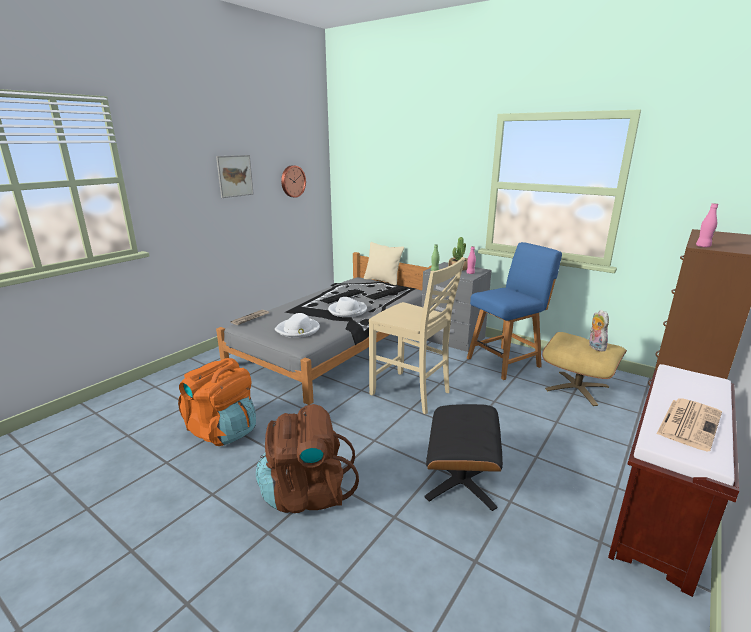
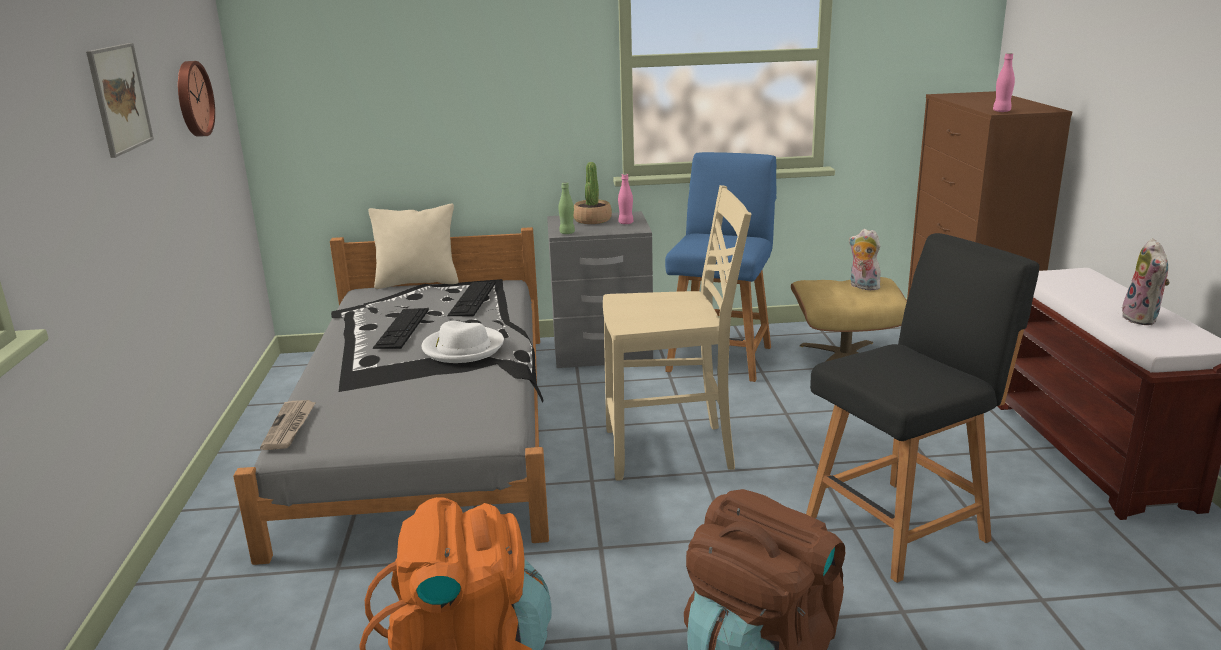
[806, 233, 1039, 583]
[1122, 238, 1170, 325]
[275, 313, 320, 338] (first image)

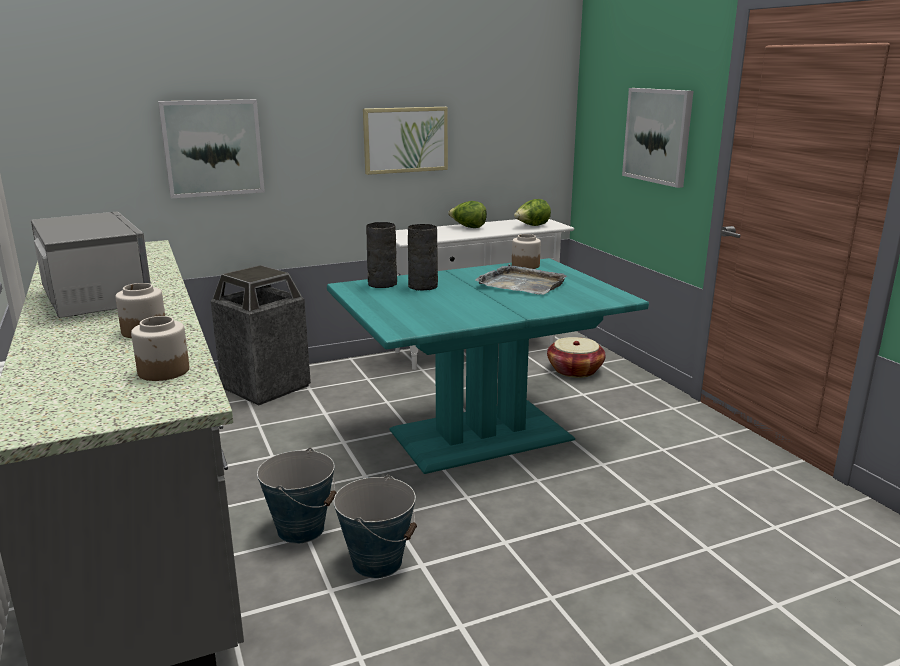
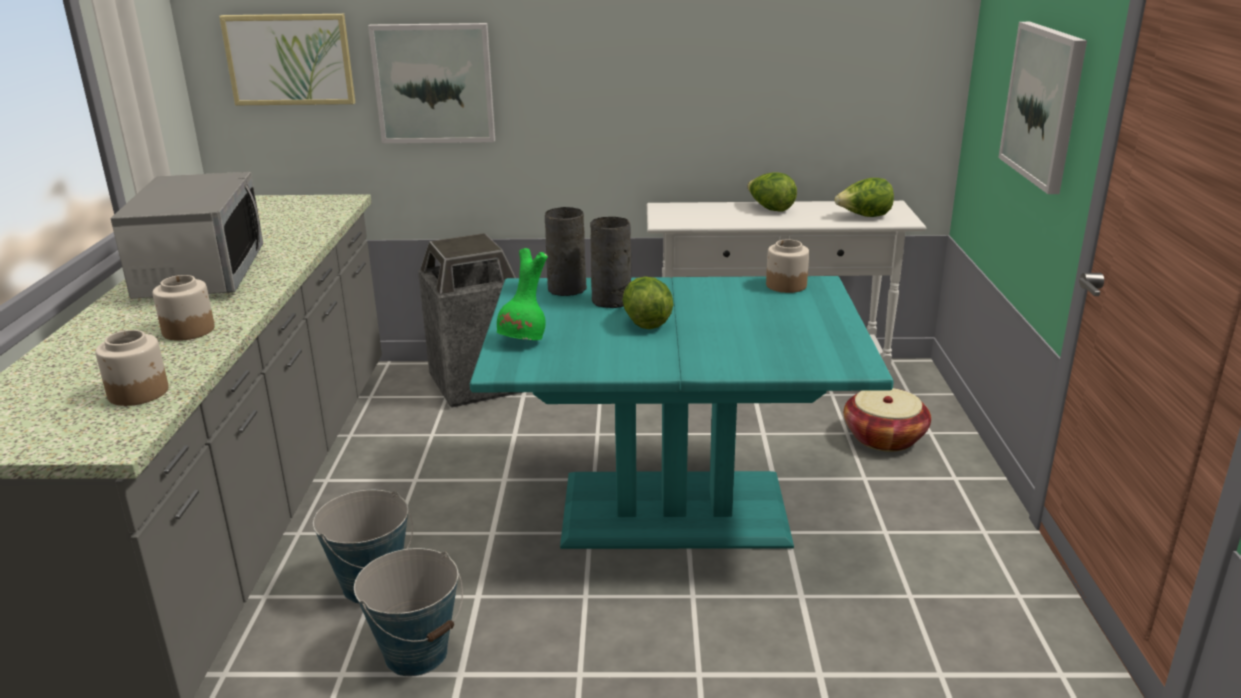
[219, 14, 356, 105]
[497, 248, 548, 340]
[622, 277, 674, 329]
[475, 264, 567, 295] (first image)

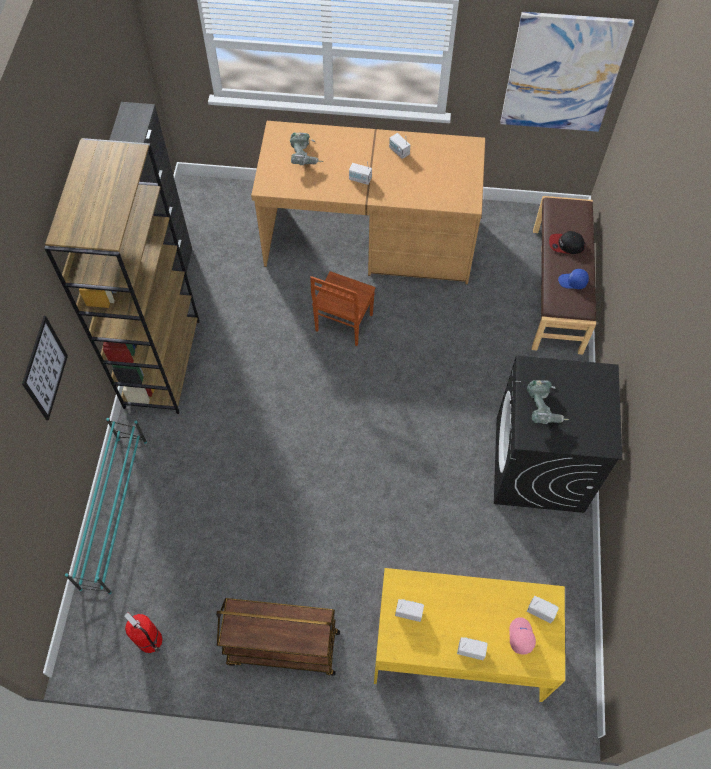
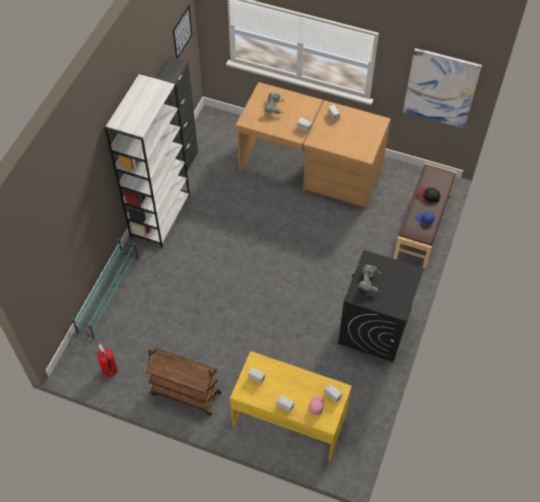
[105, 73, 190, 248]
[173, 5, 192, 58]
[310, 271, 375, 346] (first image)

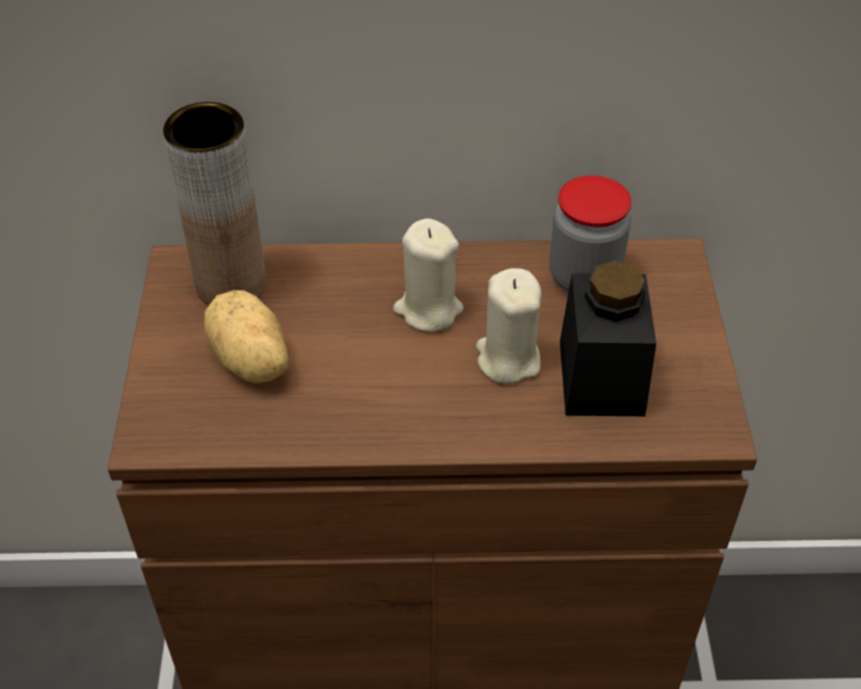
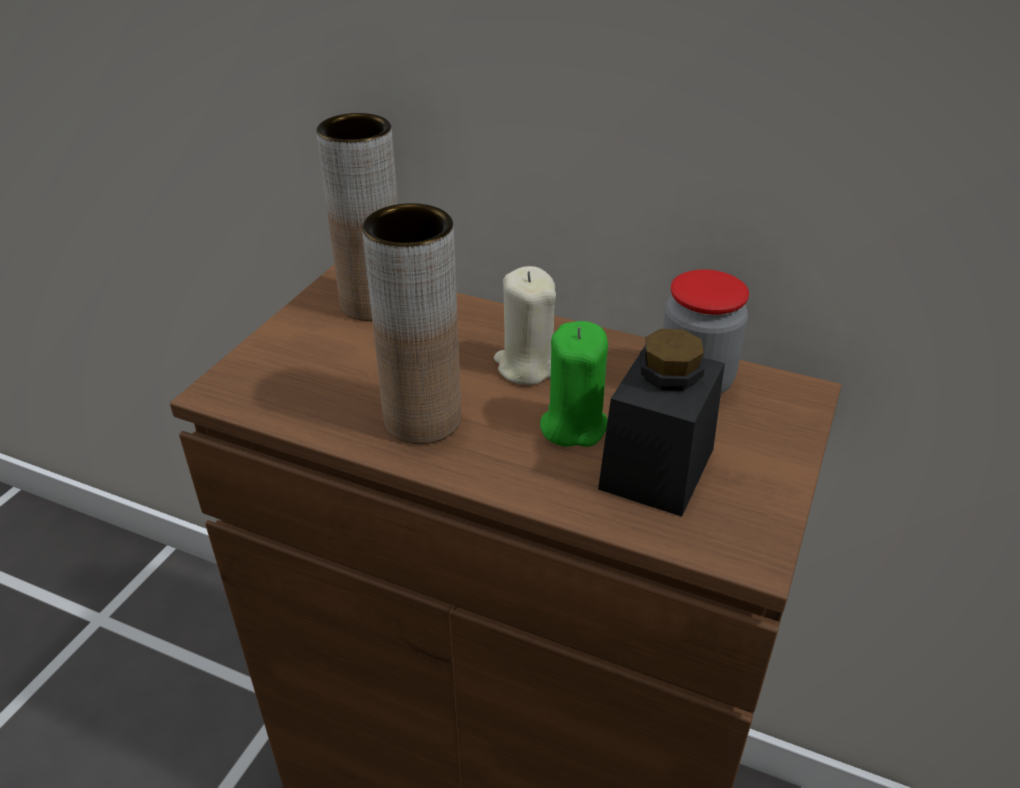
[362, 203, 461, 444]
[540, 321, 608, 447]
[204, 290, 289, 383] (first image)

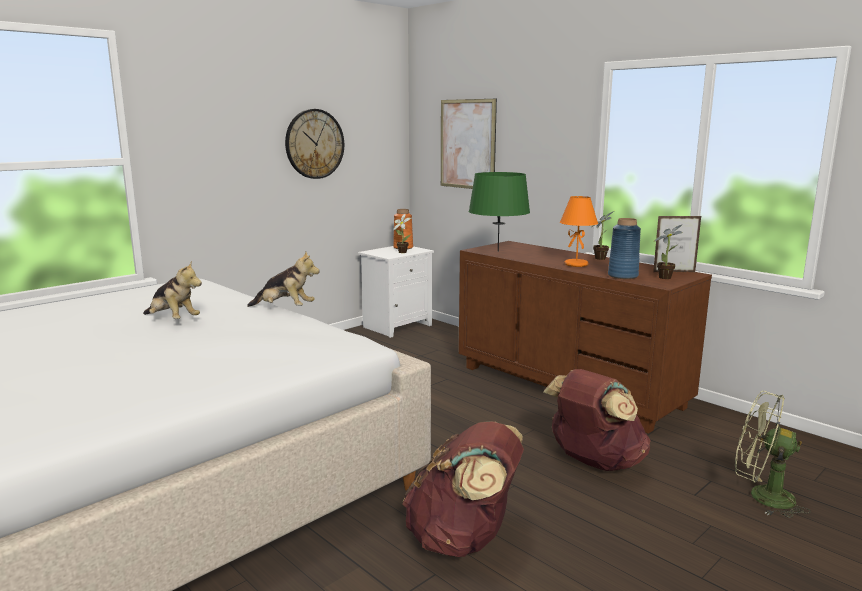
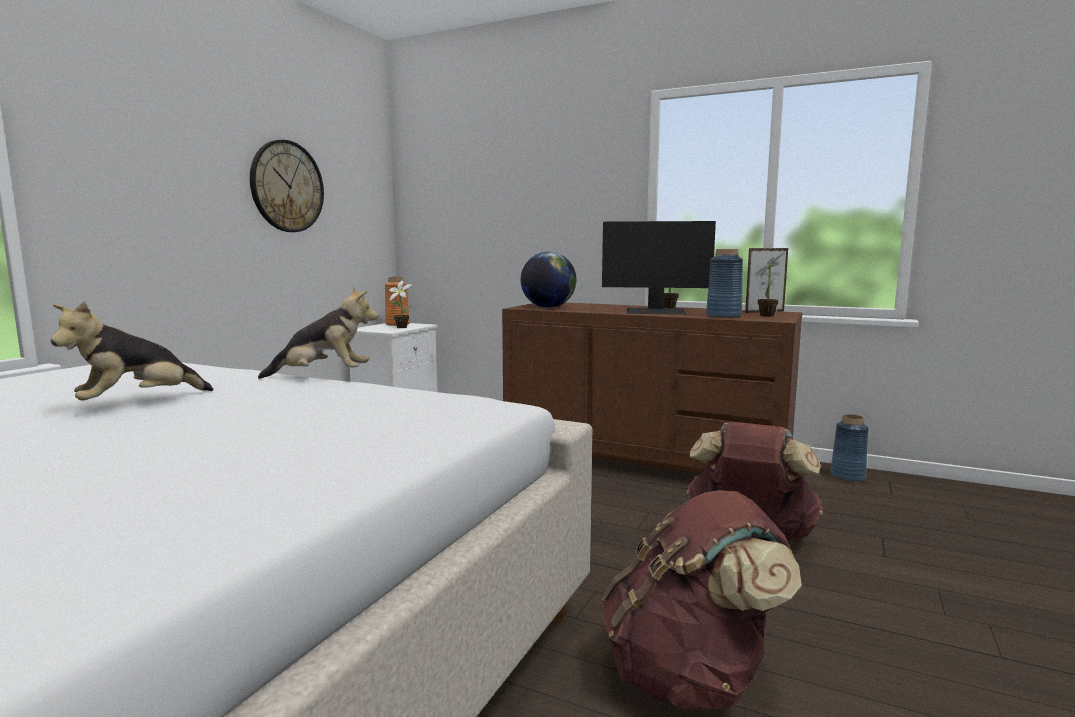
[51, 301, 213, 401]
[521, 252, 576, 308]
[602, 221, 716, 315]
[830, 414, 869, 482]
[441, 99, 497, 189] (first image)
[735, 391, 811, 518] (first image)

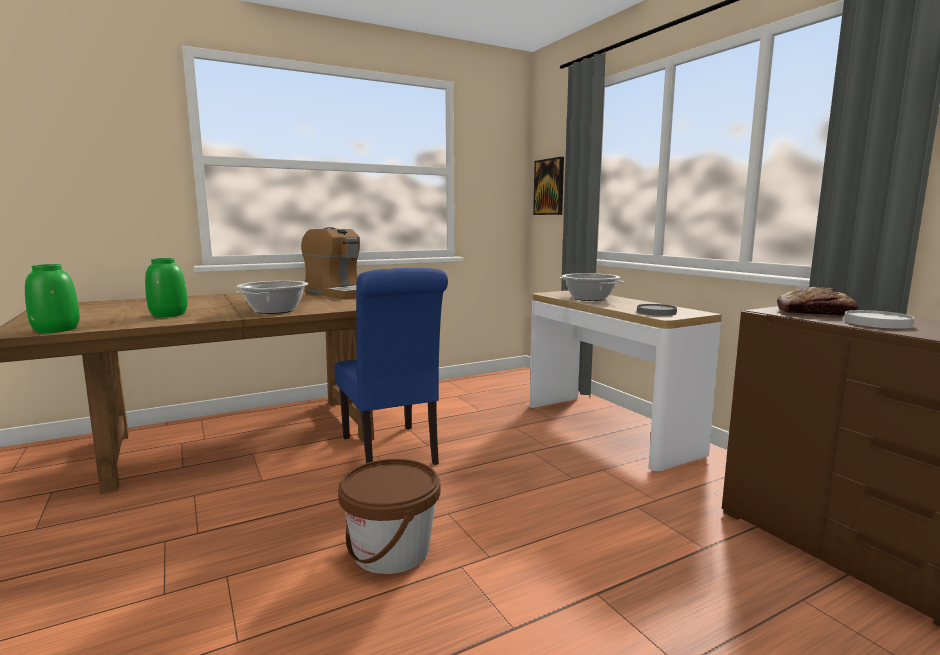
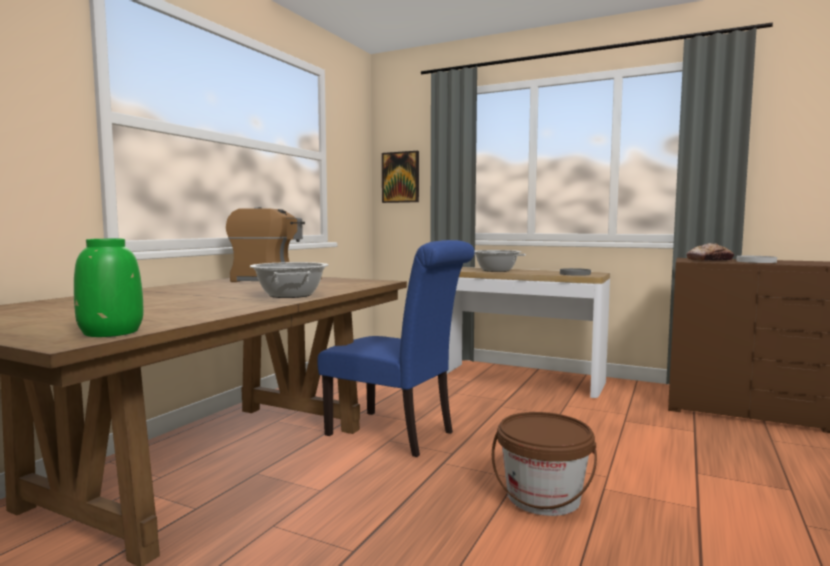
[145, 258, 188, 317] (first image)

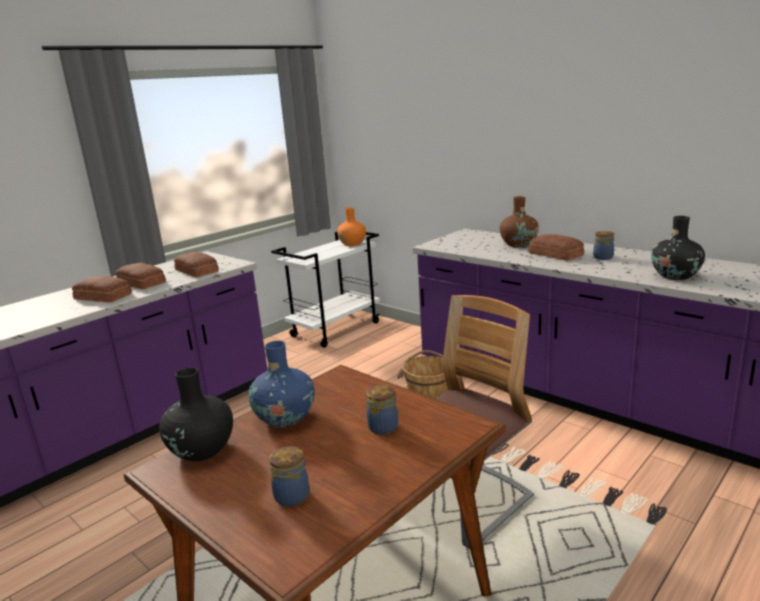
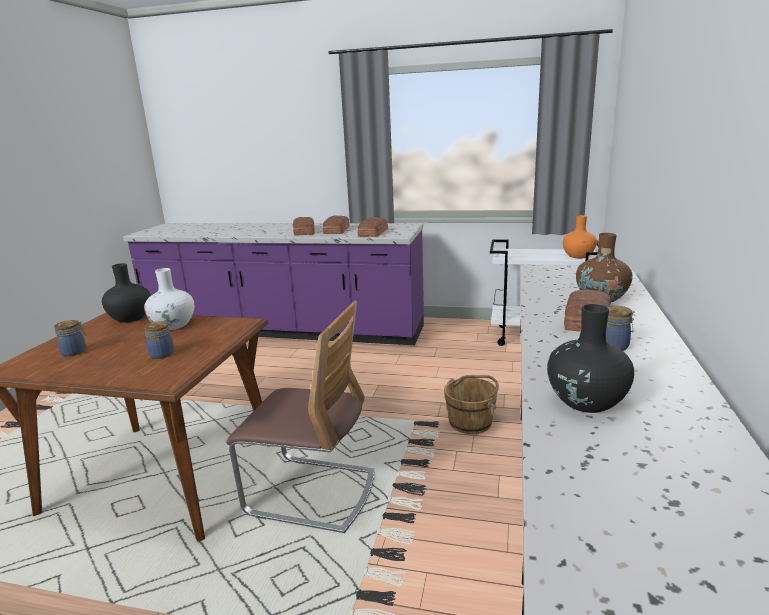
[144, 268, 194, 330]

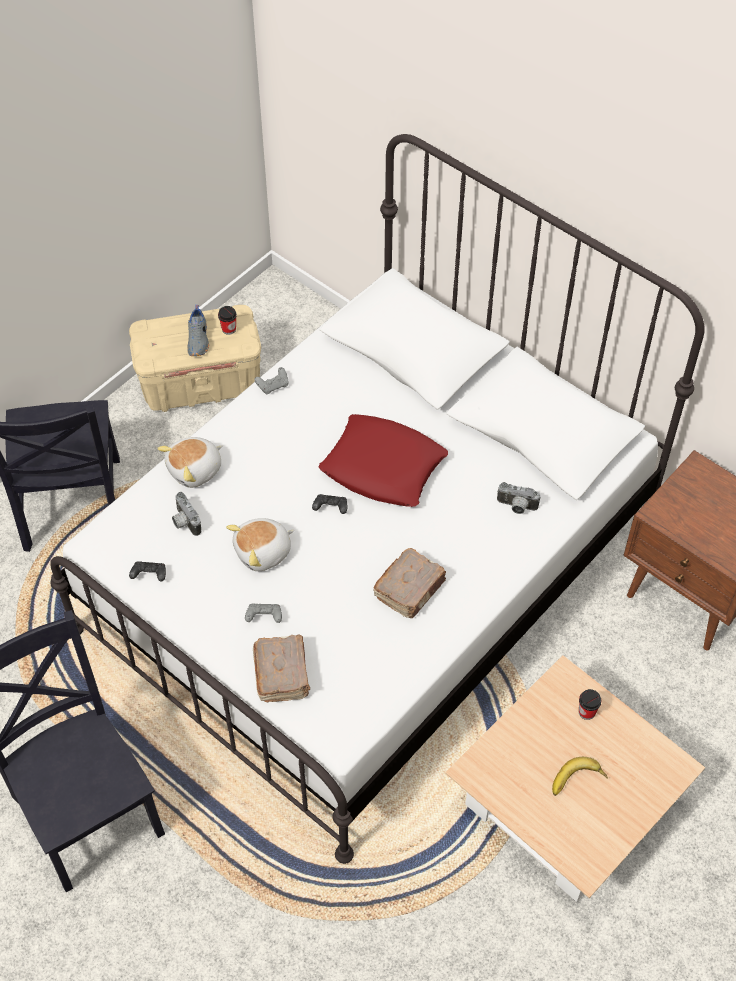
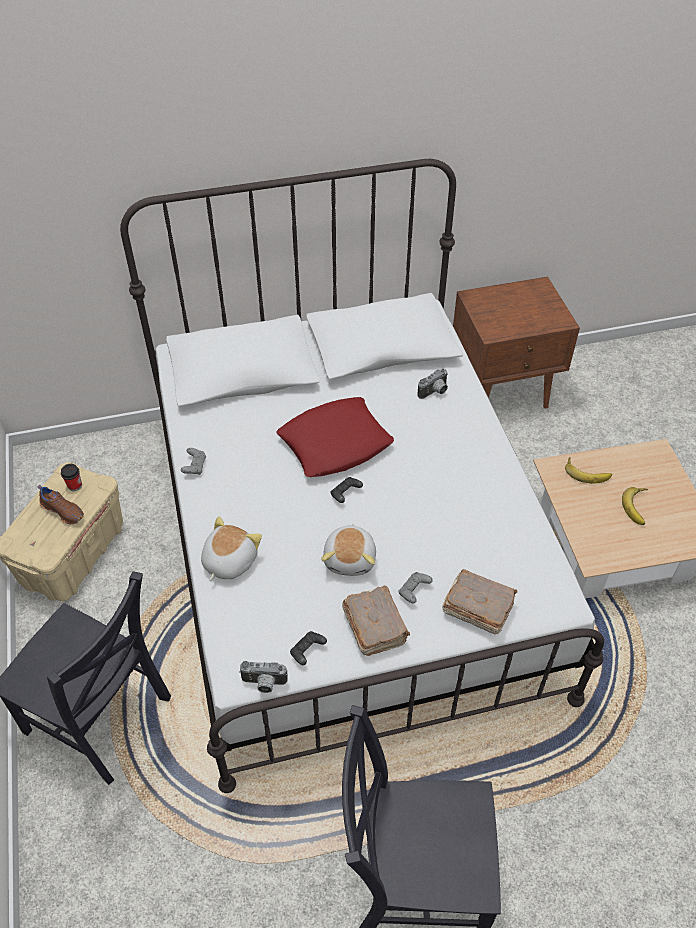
[37, 485, 84, 524]
[201, 516, 262, 581]
[239, 661, 288, 693]
[342, 586, 410, 656]
[565, 457, 612, 484]

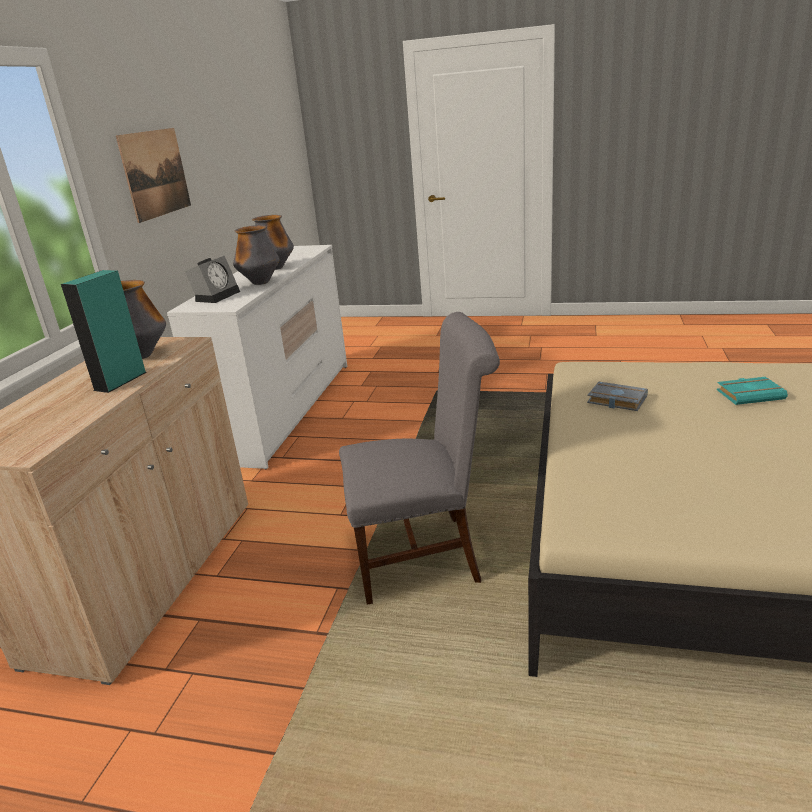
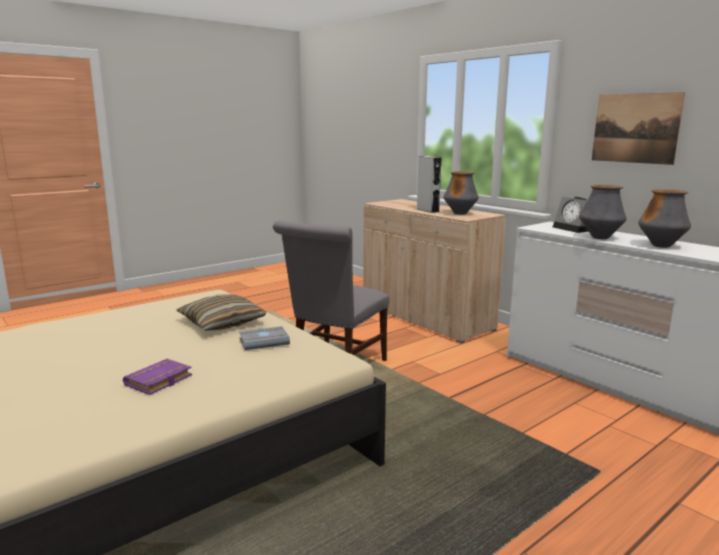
[123, 359, 192, 395]
[176, 294, 267, 331]
[417, 156, 442, 213]

